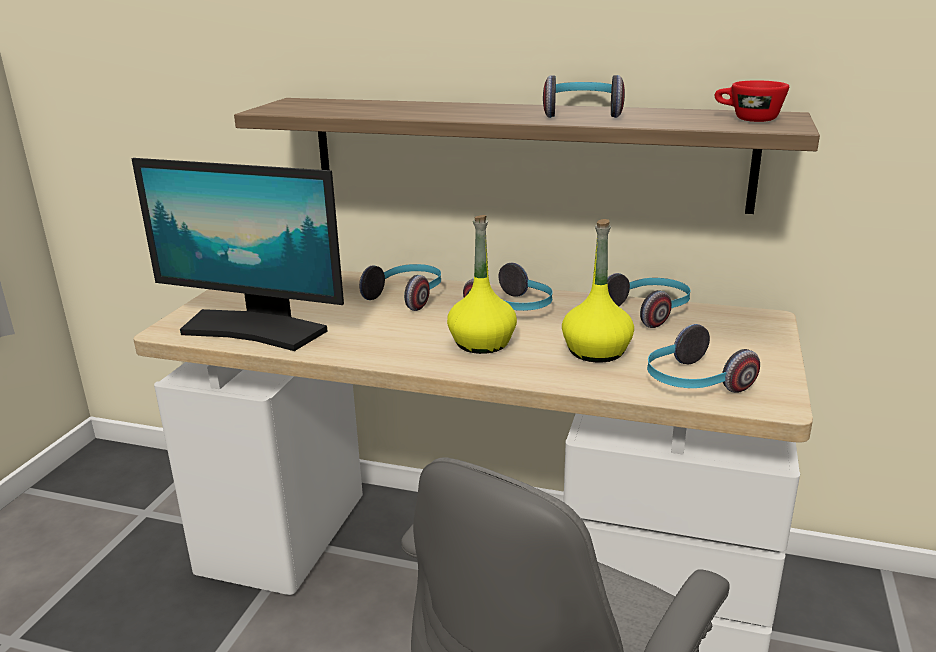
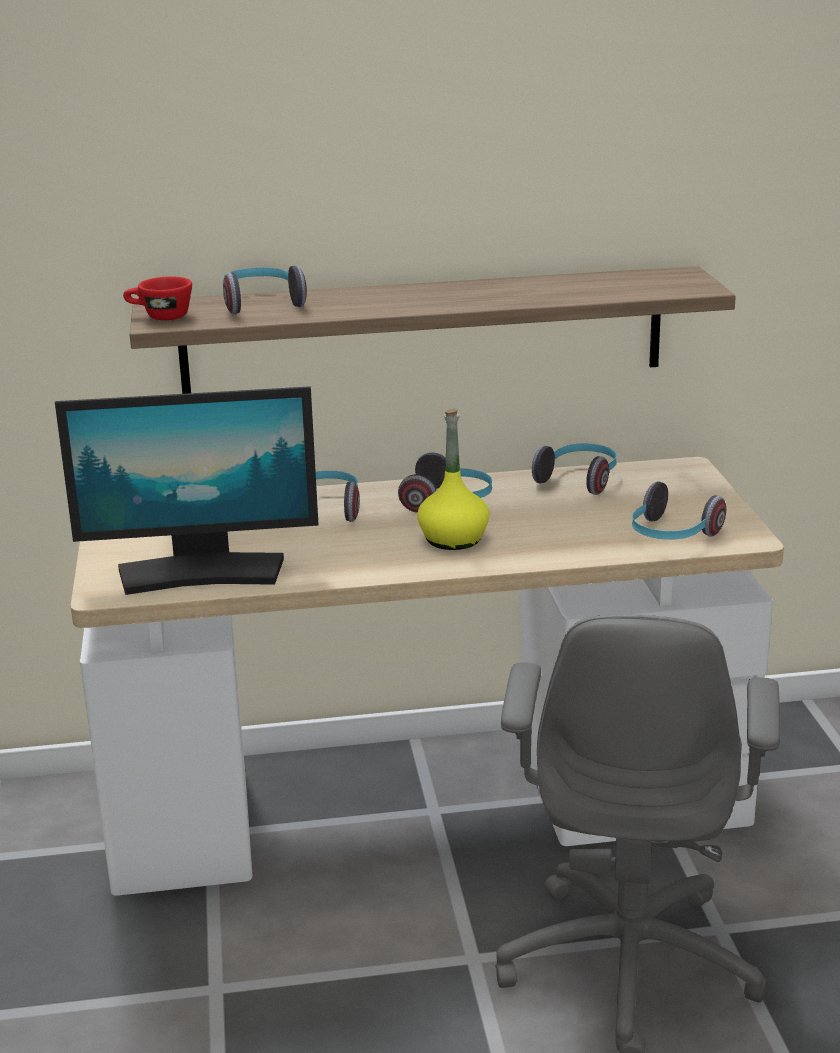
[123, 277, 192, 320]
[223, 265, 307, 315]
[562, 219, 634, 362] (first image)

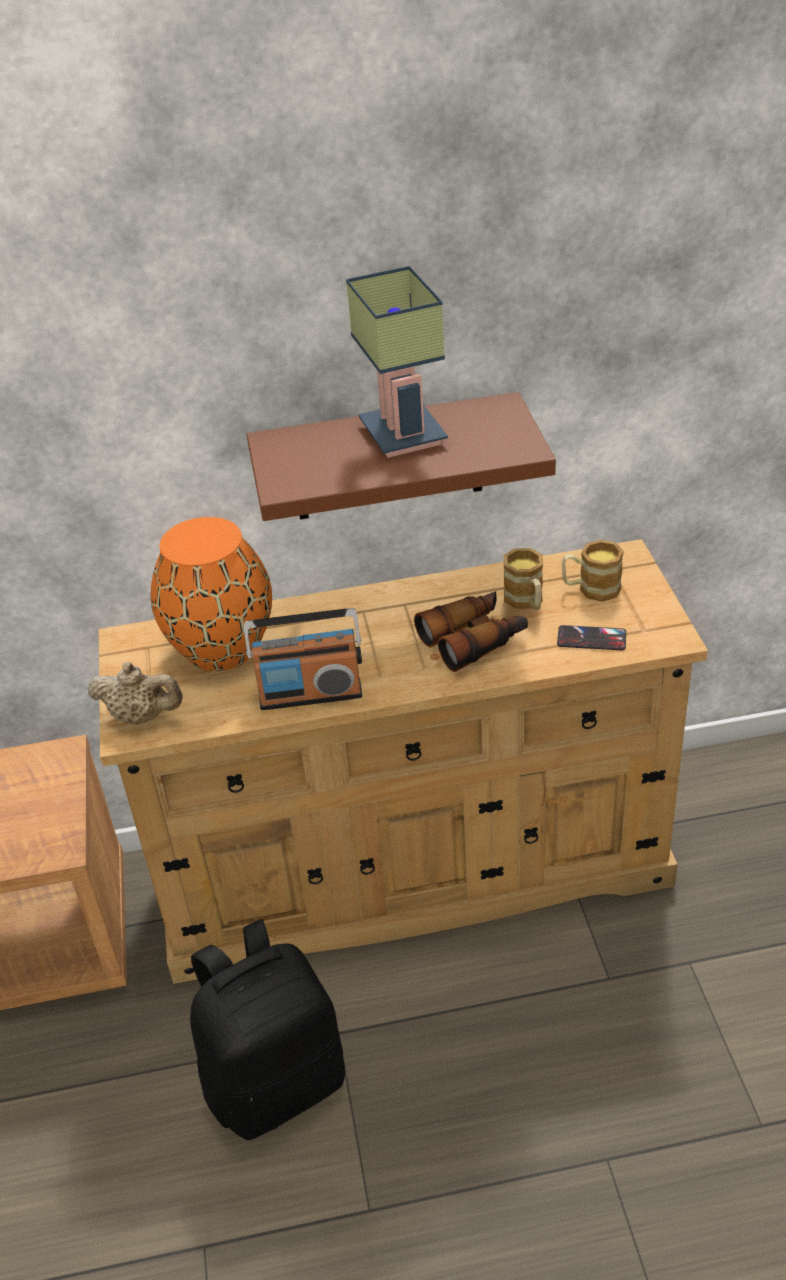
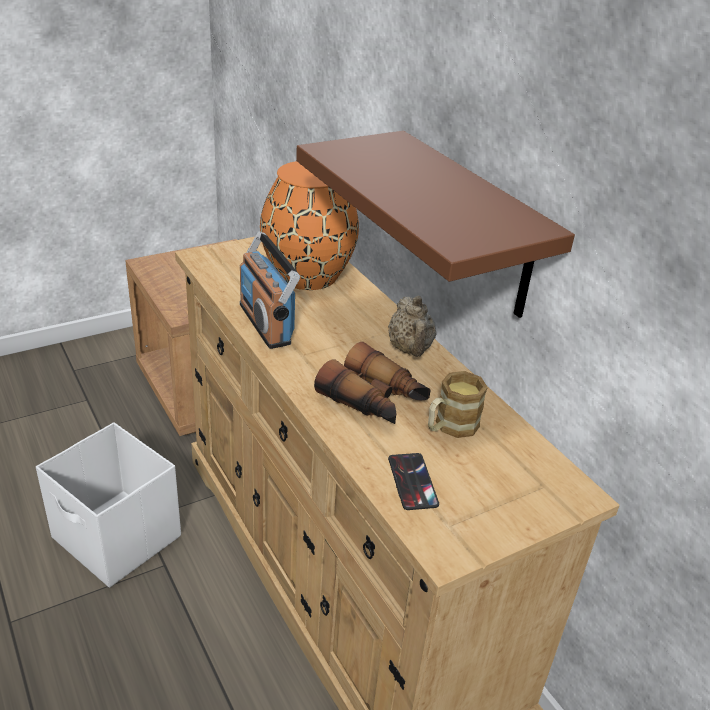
[36, 422, 181, 588]
[388, 296, 437, 357]
[346, 266, 448, 458] (first image)
[562, 540, 624, 602] (first image)

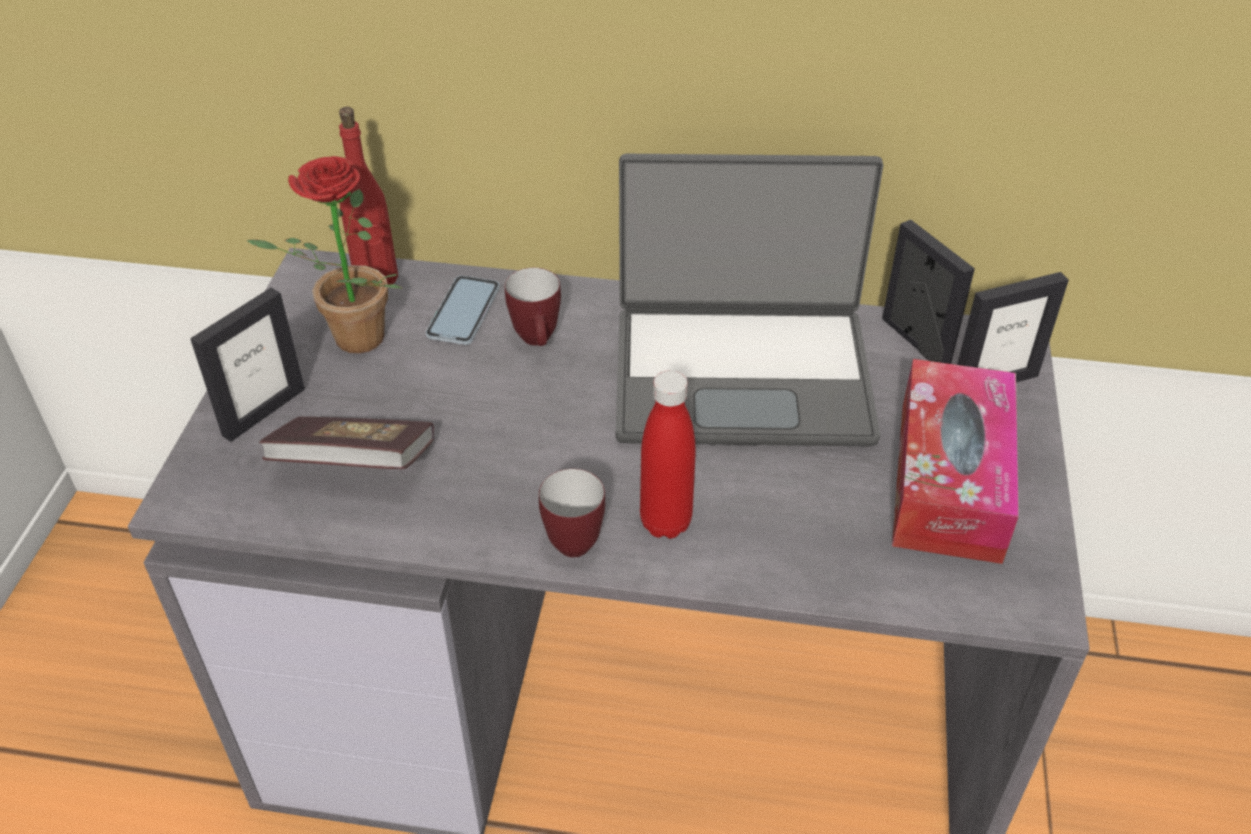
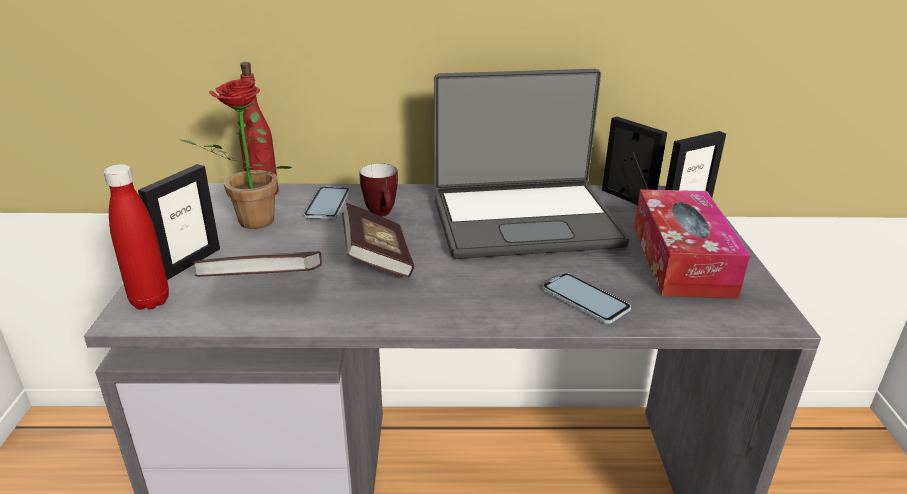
[103, 164, 169, 310]
[342, 203, 414, 278]
[542, 273, 631, 324]
[539, 469, 605, 558] (first image)

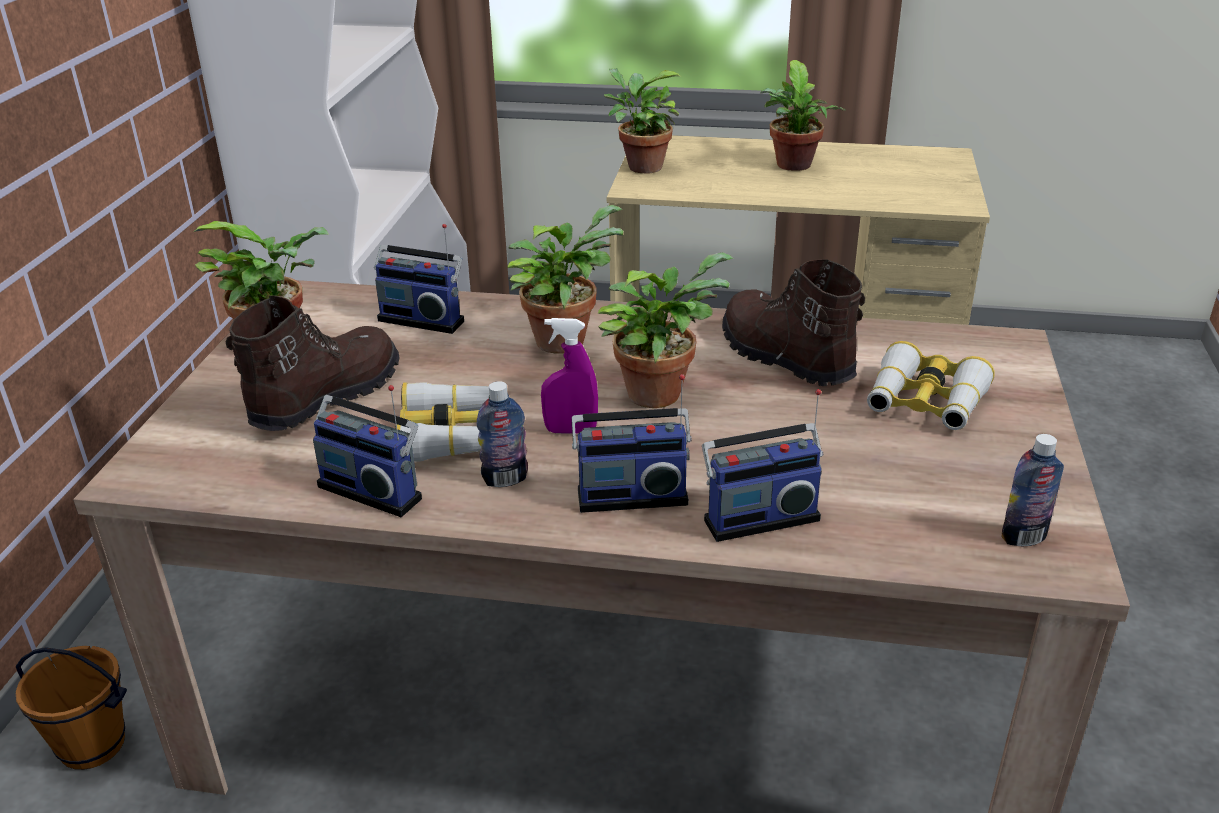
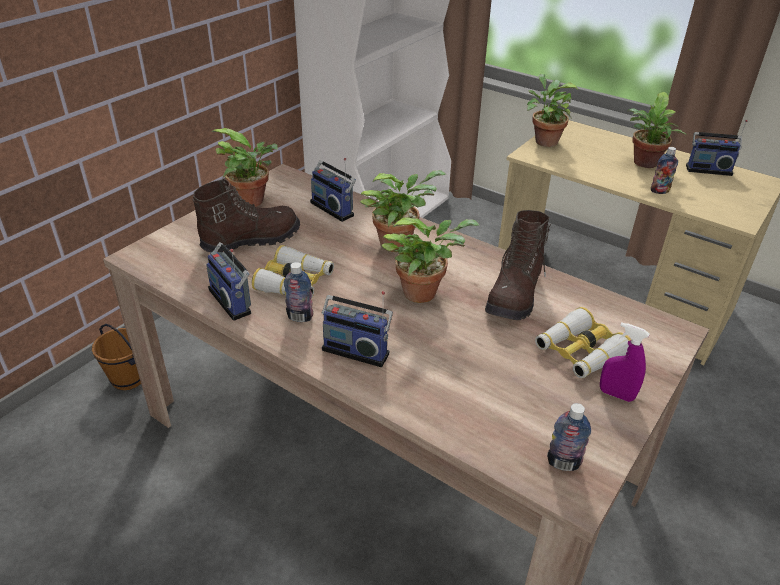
[485, 210, 551, 320]
[600, 323, 650, 402]
[651, 147, 678, 194]
[686, 120, 748, 176]

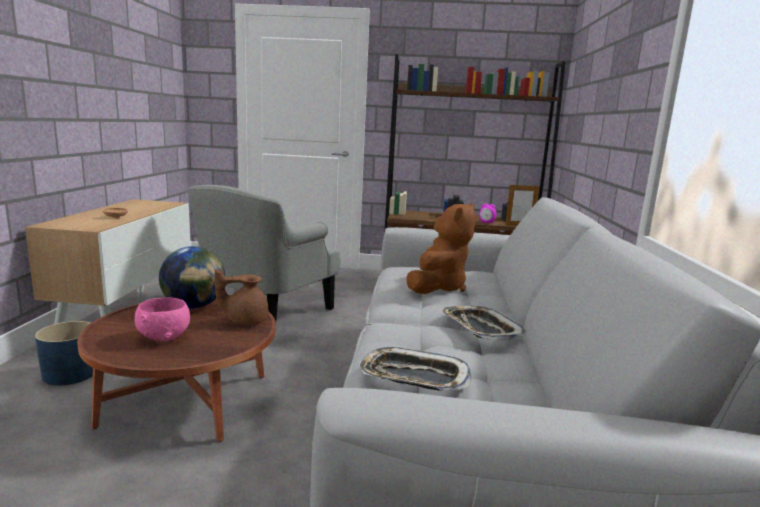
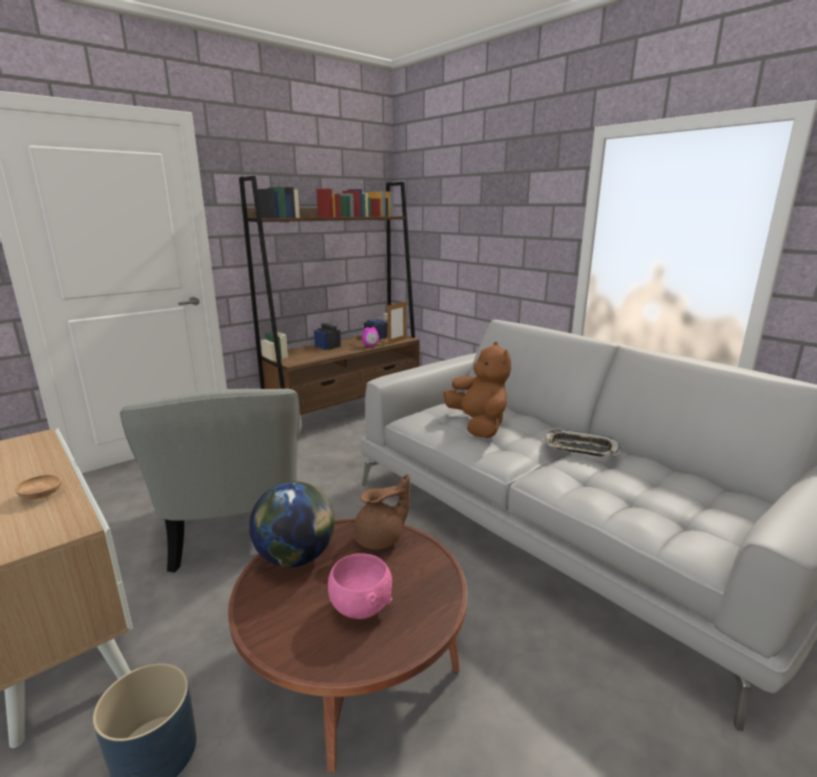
[354, 474, 410, 549]
[359, 347, 472, 391] (first image)

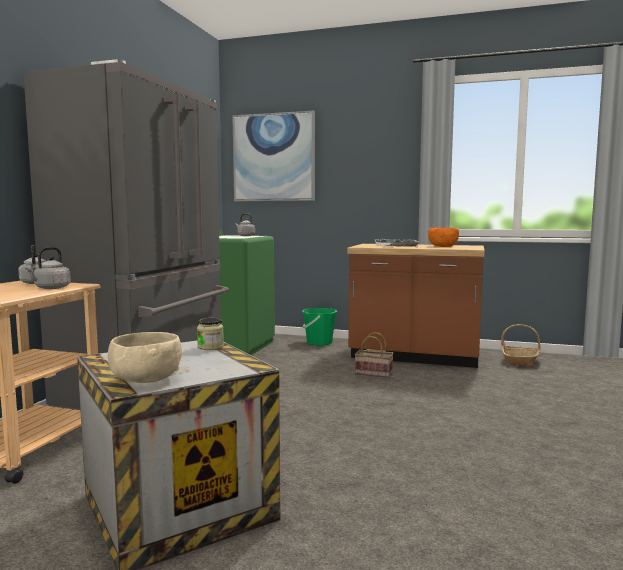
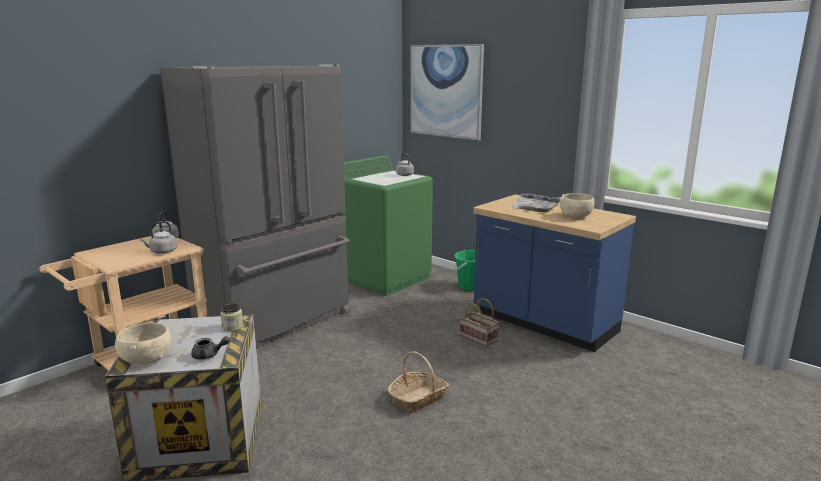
[191, 336, 230, 360]
[388, 351, 449, 413]
[473, 194, 636, 352]
[559, 193, 595, 219]

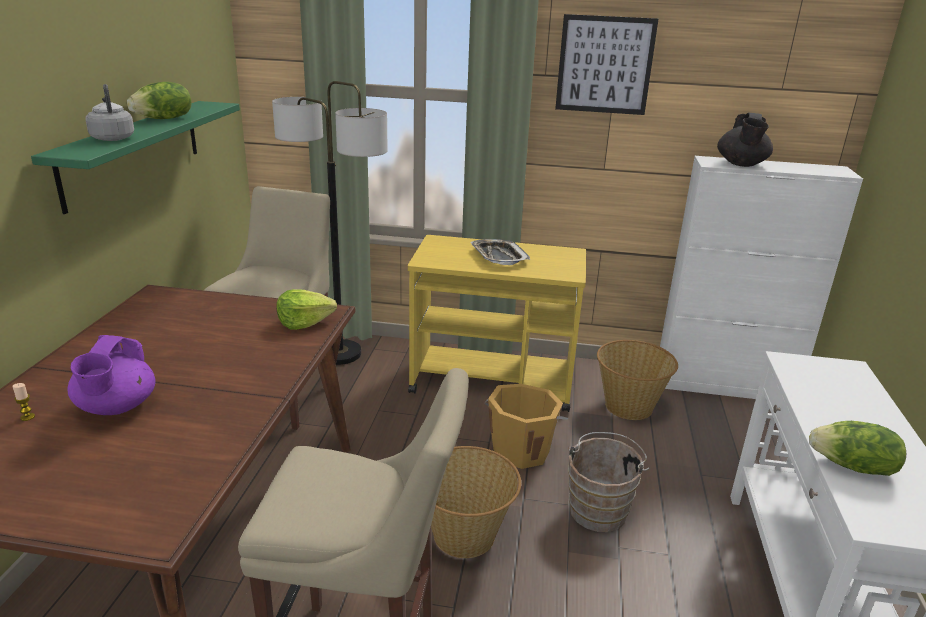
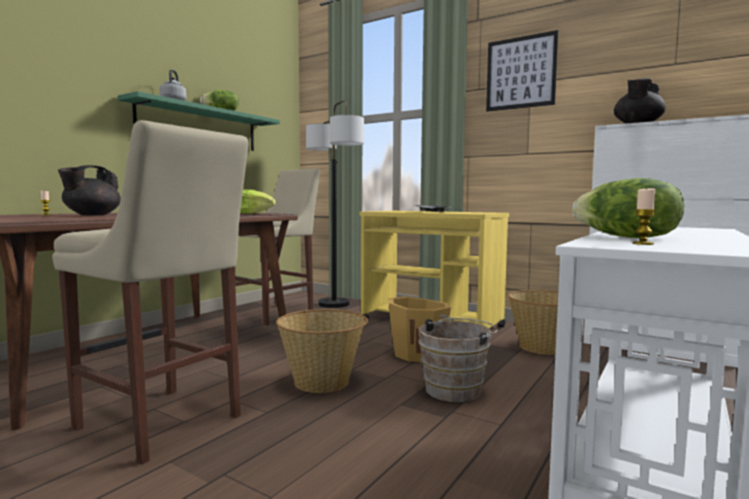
[58, 165, 121, 216]
[632, 188, 656, 245]

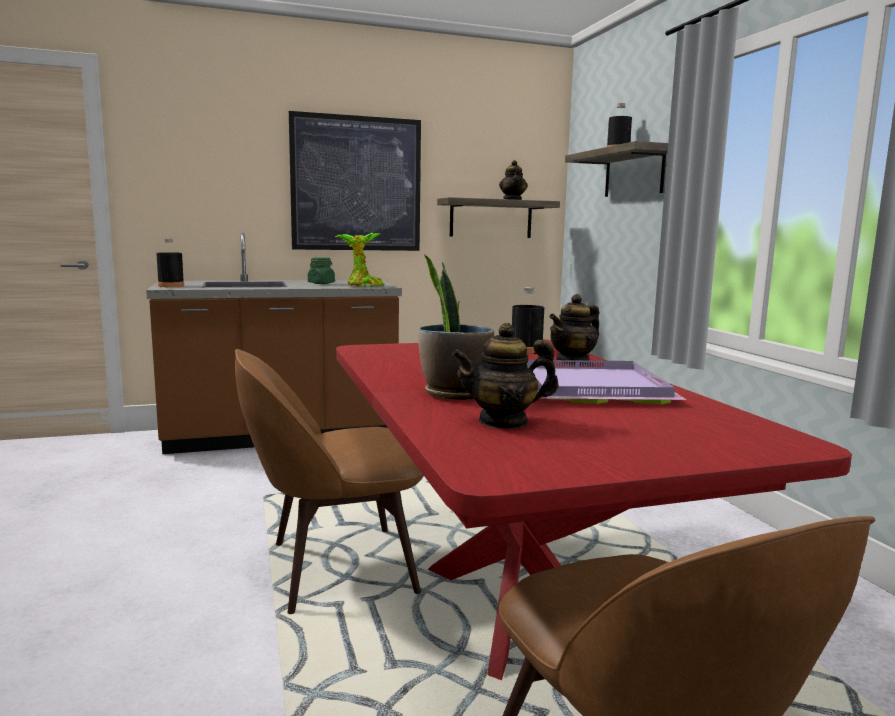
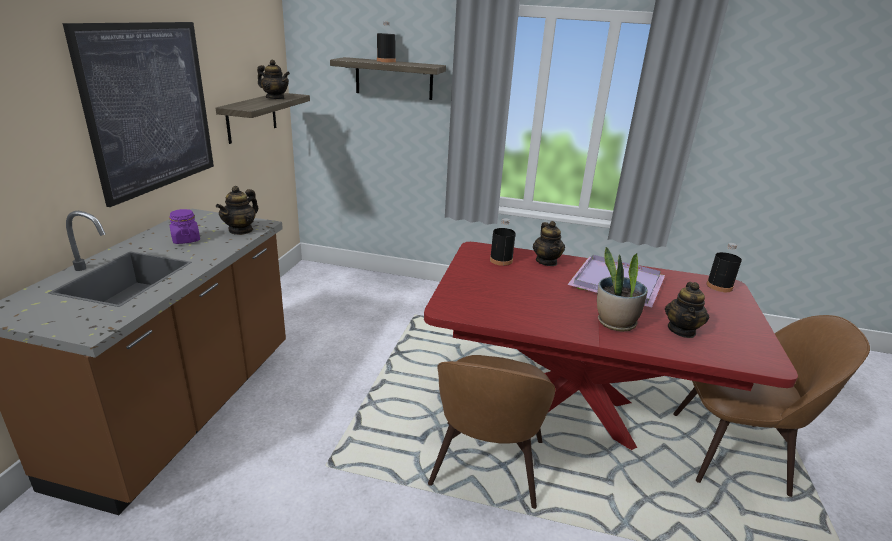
[169, 209, 200, 244]
[216, 186, 258, 235]
[706, 243, 742, 292]

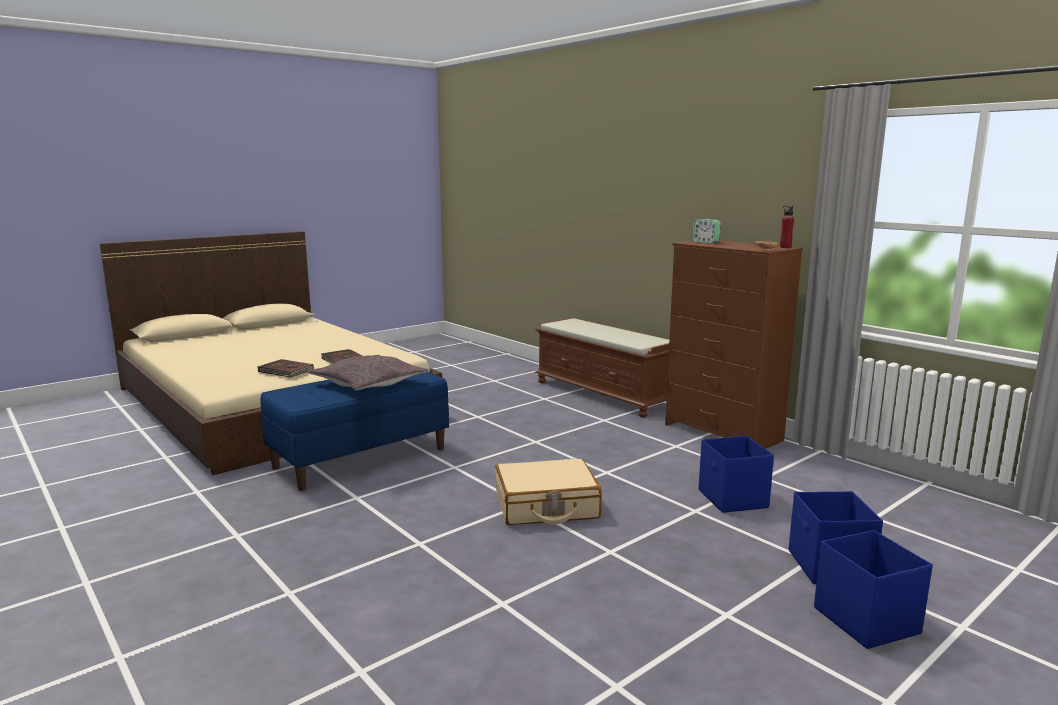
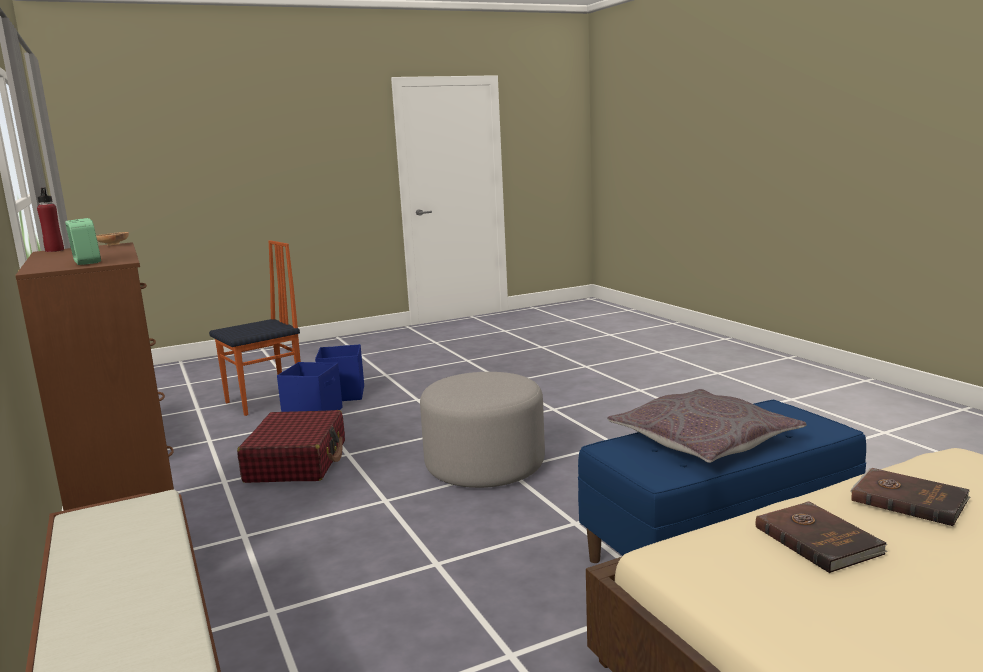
[209, 240, 301, 416]
[237, 410, 345, 483]
[420, 372, 545, 488]

